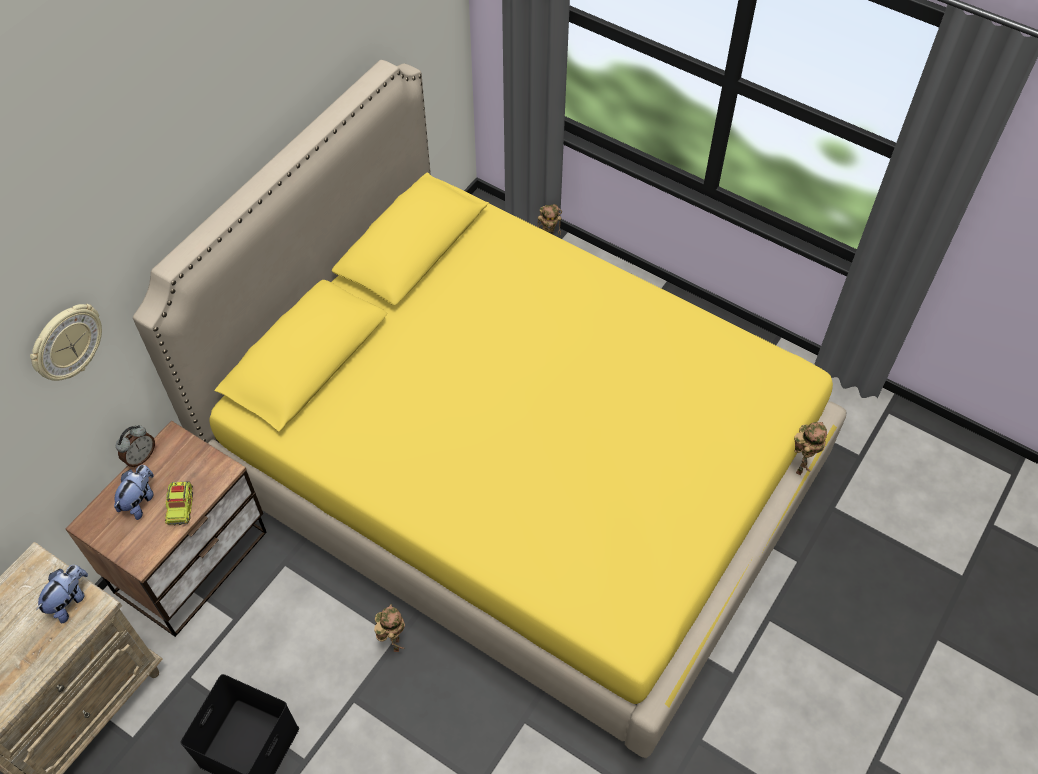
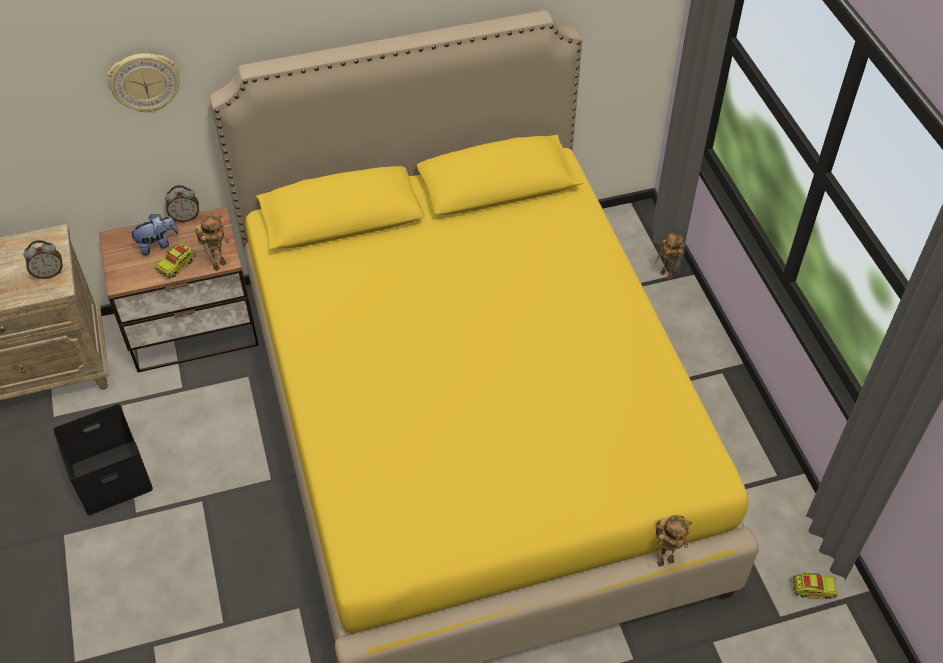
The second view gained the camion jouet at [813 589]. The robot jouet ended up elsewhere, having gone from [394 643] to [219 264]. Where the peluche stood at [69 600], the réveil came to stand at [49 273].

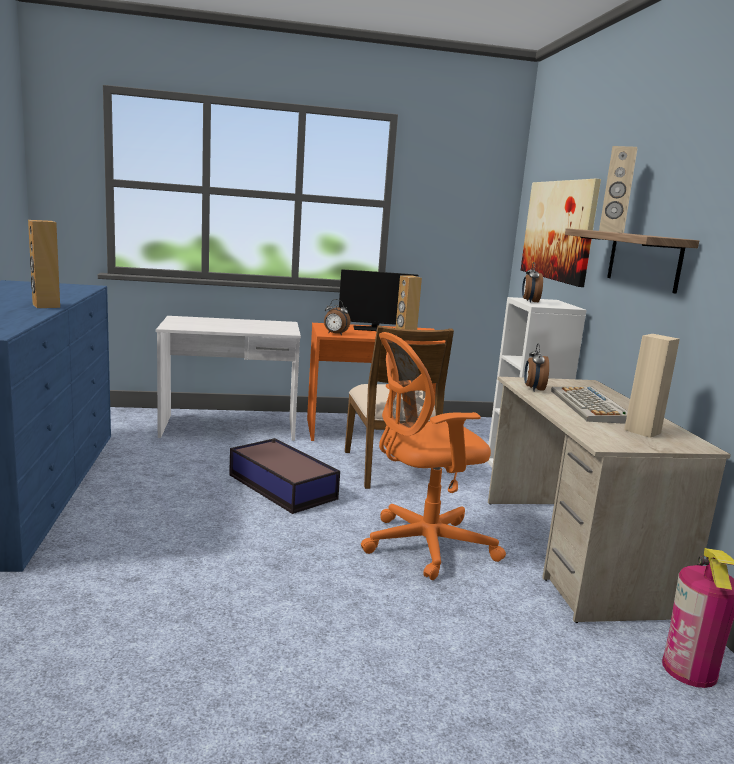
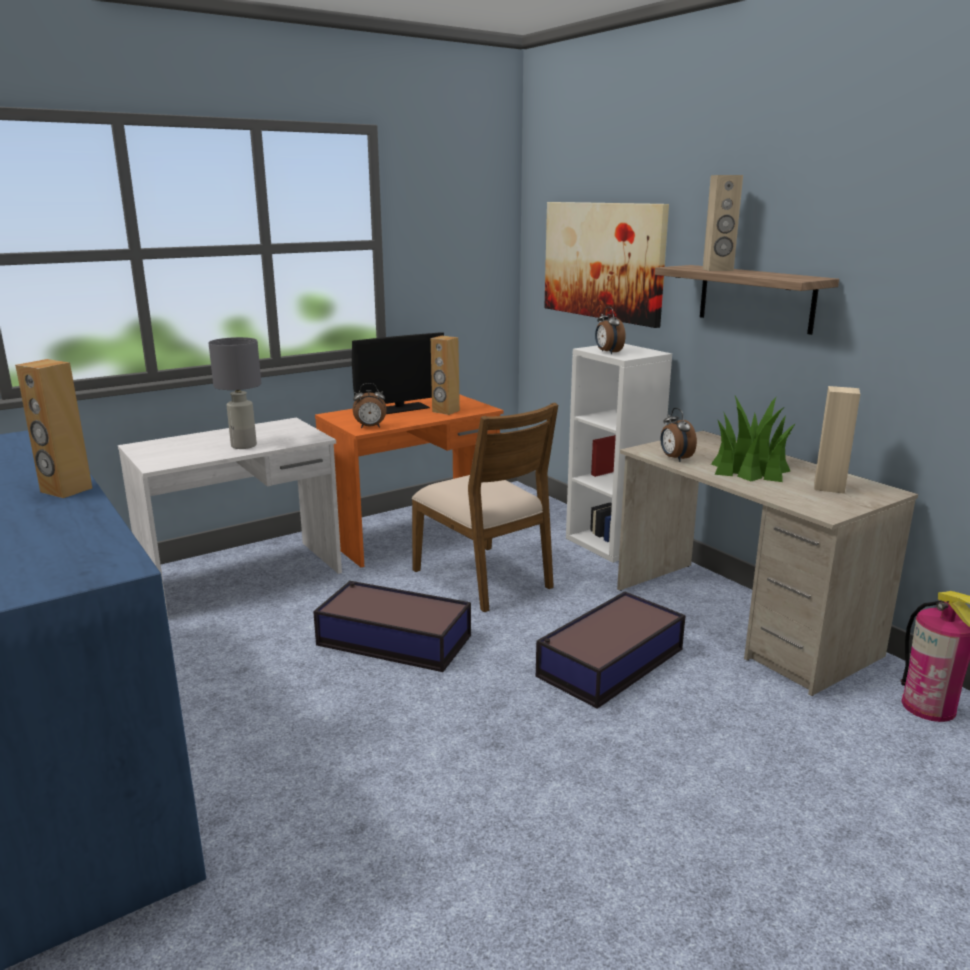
The second view gained the lampe de table [gris] at [243 446]. Where the chaise de bureau [orange] stood at [422 545], the boîte de rangement came to stand at [609 663]. Where the clavier stood at [590 406], the plante en pot came to stand at [750 468].

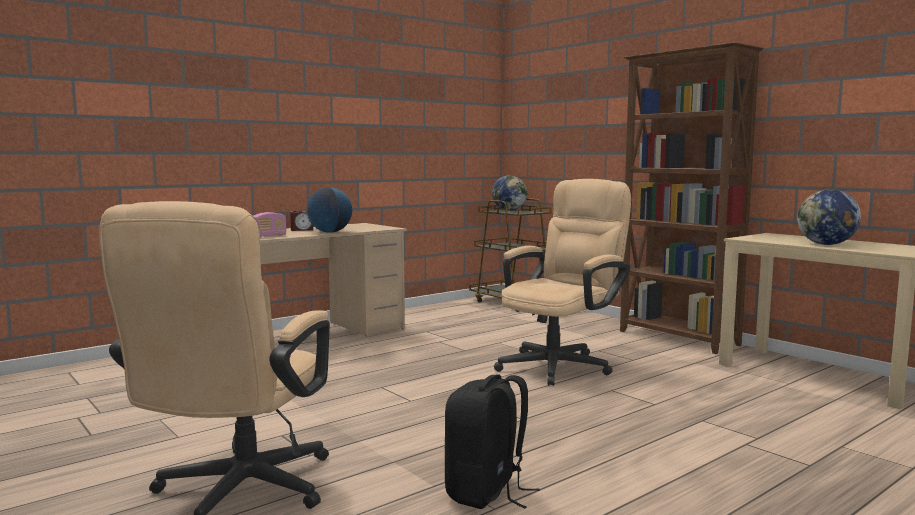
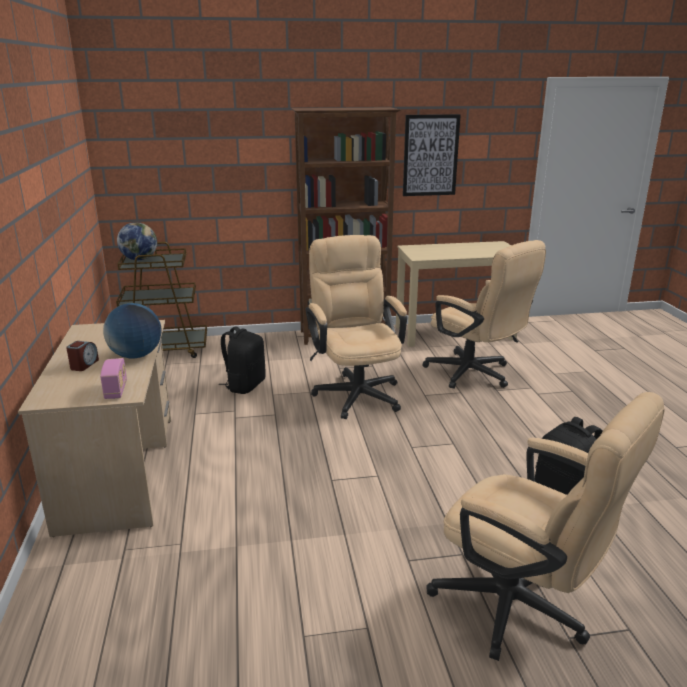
The second view lost the globe at [826 244]. The second view gained the sac à dos [noir] at [245 385]. The second view gained the tableau at [430 155]. The second view gained the chaise de bureau [beige] at [475 375].

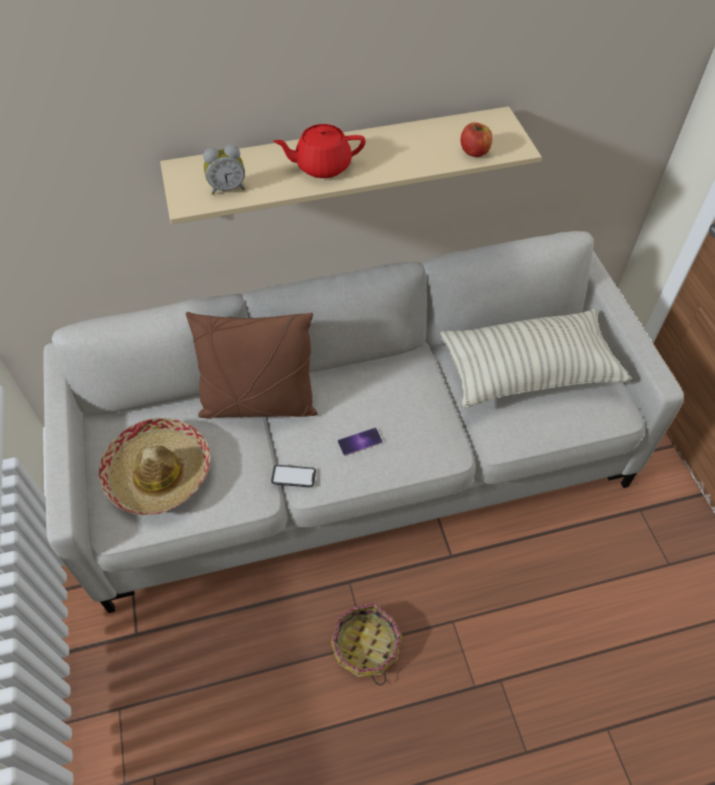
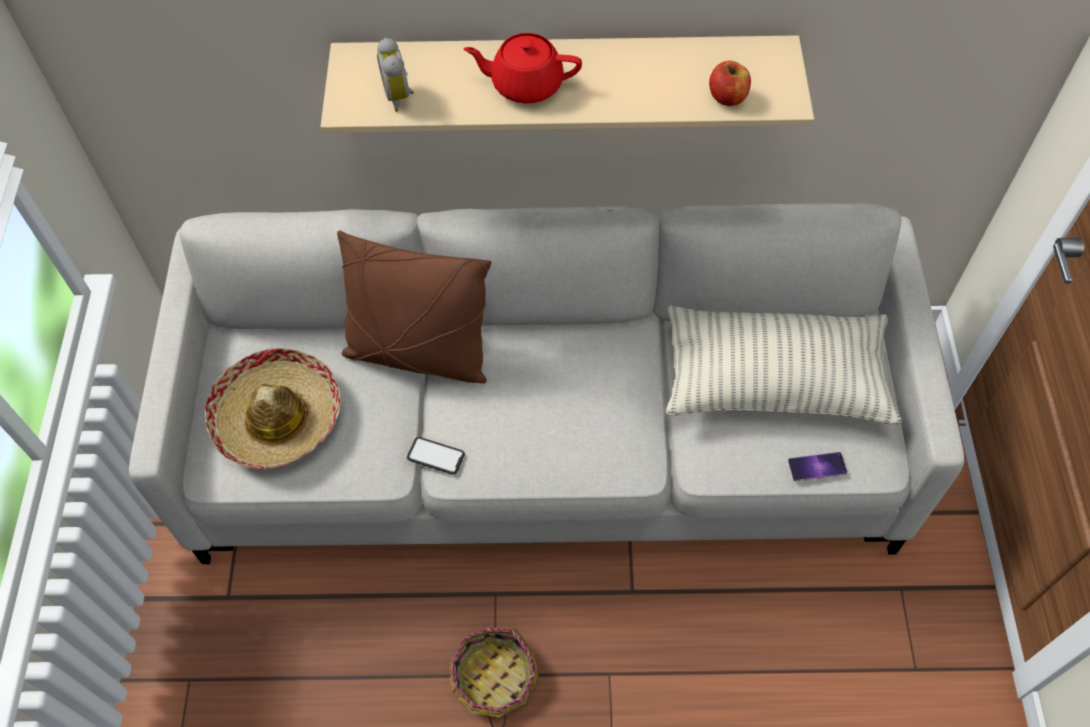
The téléphone ended up elsewhere, having gone from [360 441] to [817 466]. The réveil at [227 188] ended up facing another way, 75 degrees clockwise from before.

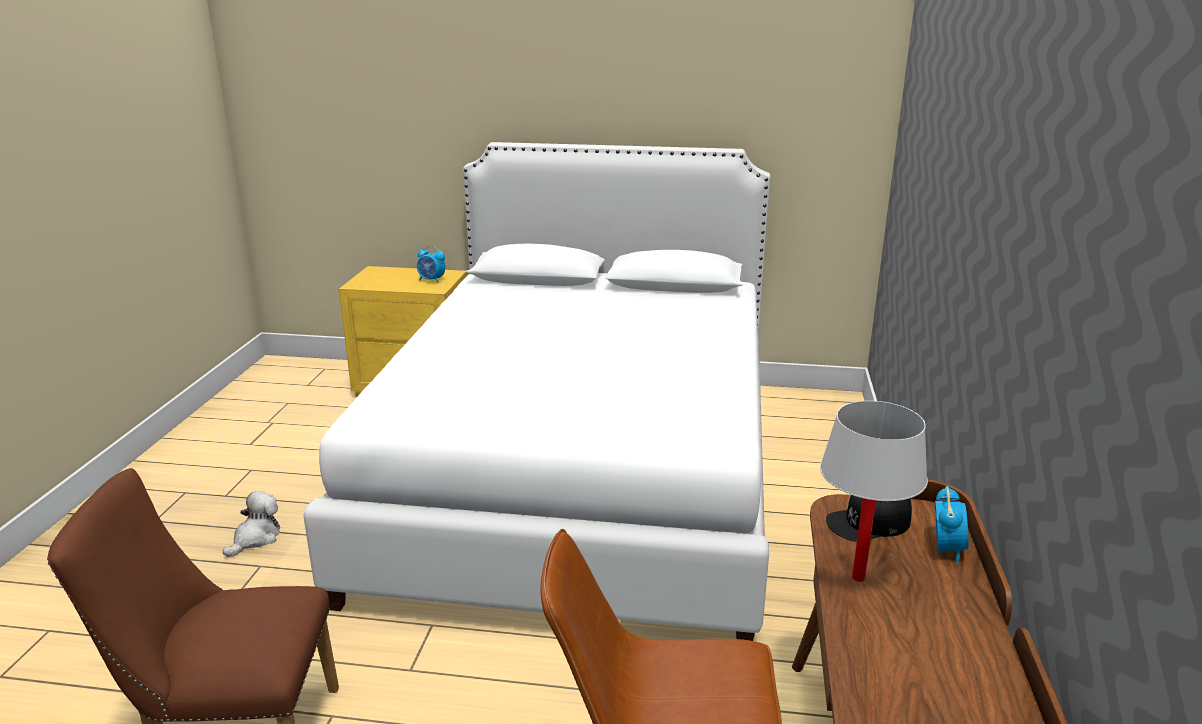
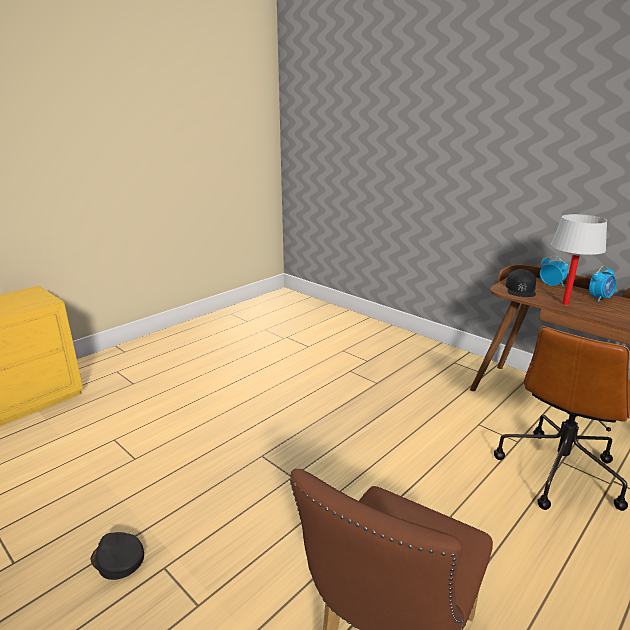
The second view lost the lit [blanc] at [582 477]. The réveil ended up elsewhere, having gone from [431 280] to [599 298]. Where the peluche stood at [256 538], the casquette [noir] came to stand at [118 559].

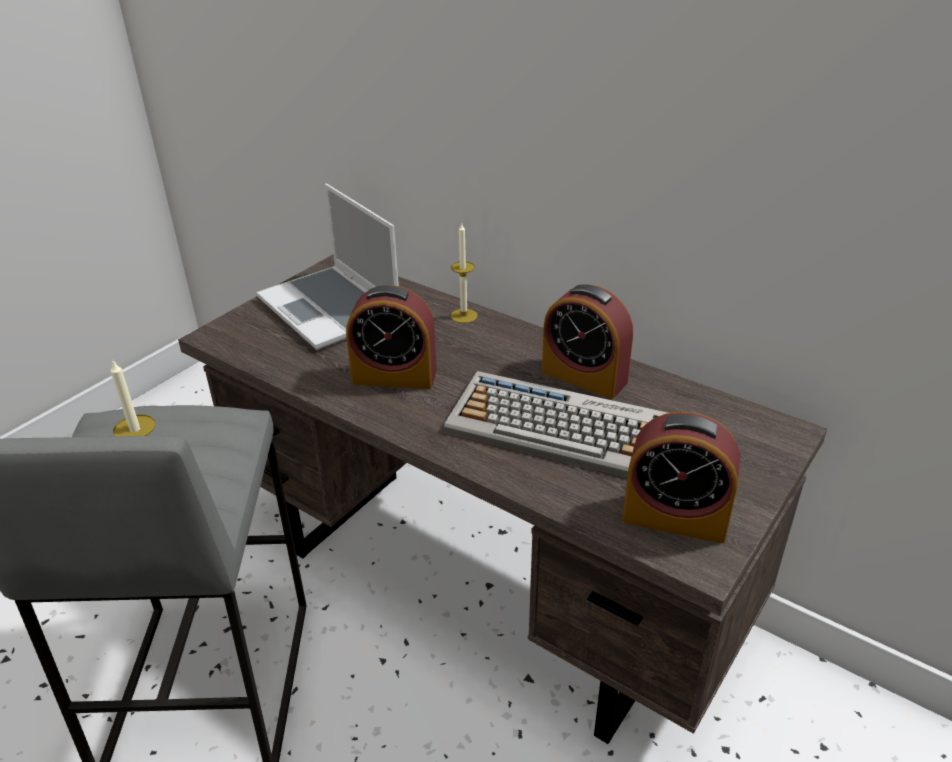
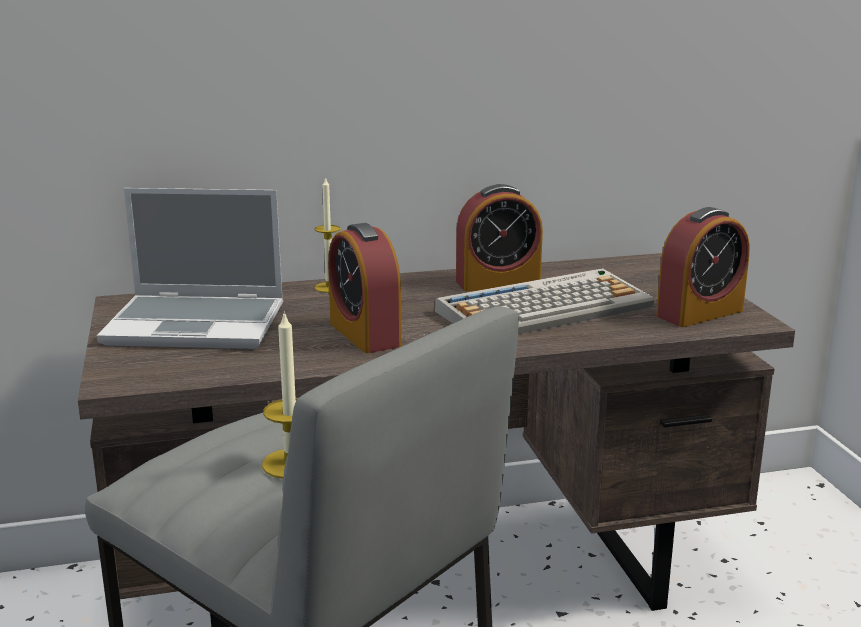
The réveil at [394 376] ended up facing another way, 105 degrees clockwise from before.

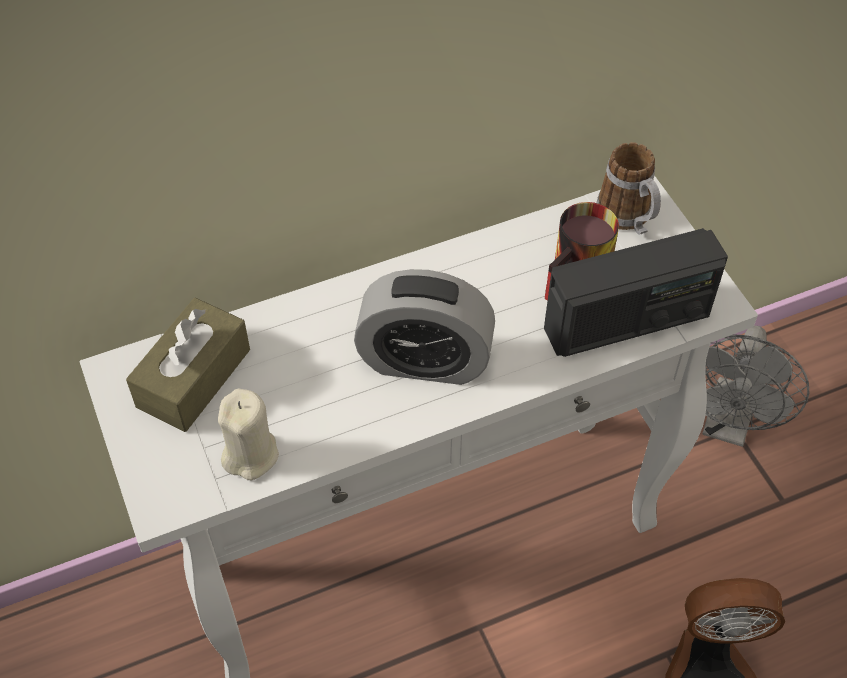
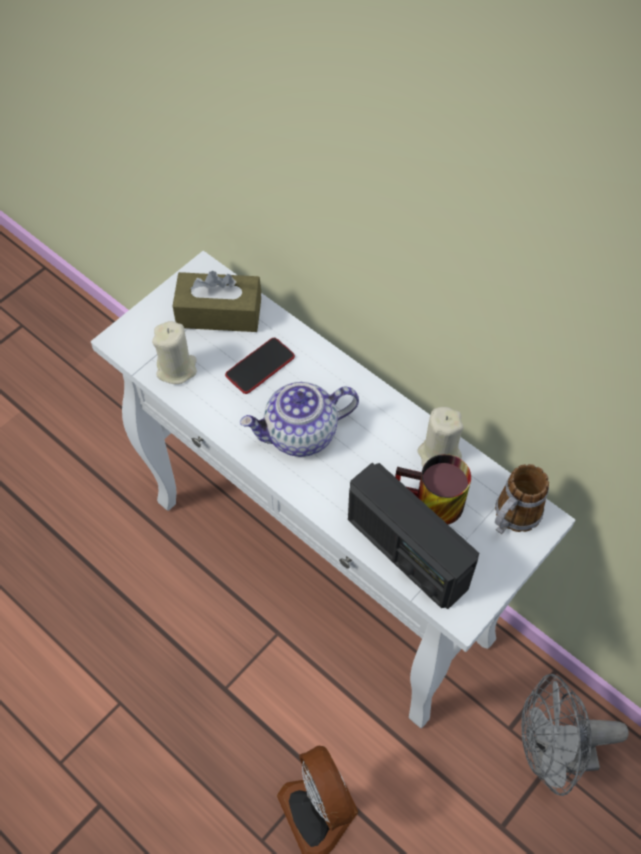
The second view gained the téléphone at [260 366]. The second view gained the bougie [beige] at [439 454]. Where the réveil stood at [424 361], the théière came to stand at [300 434].

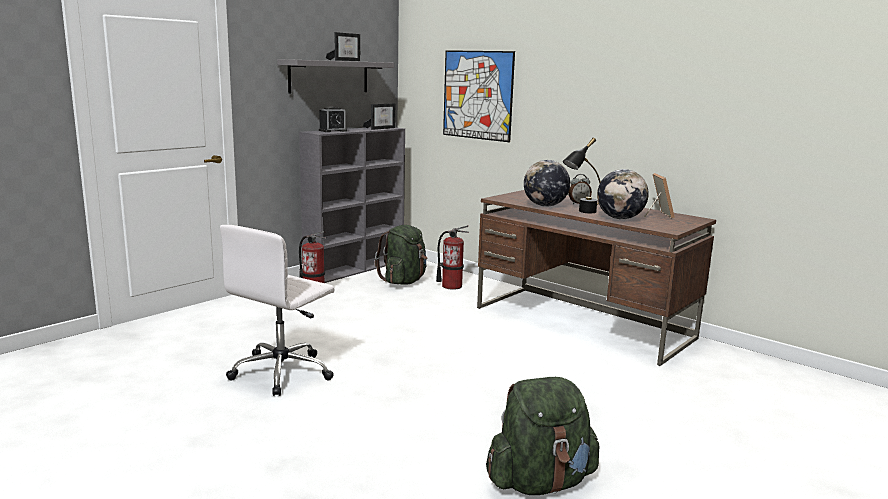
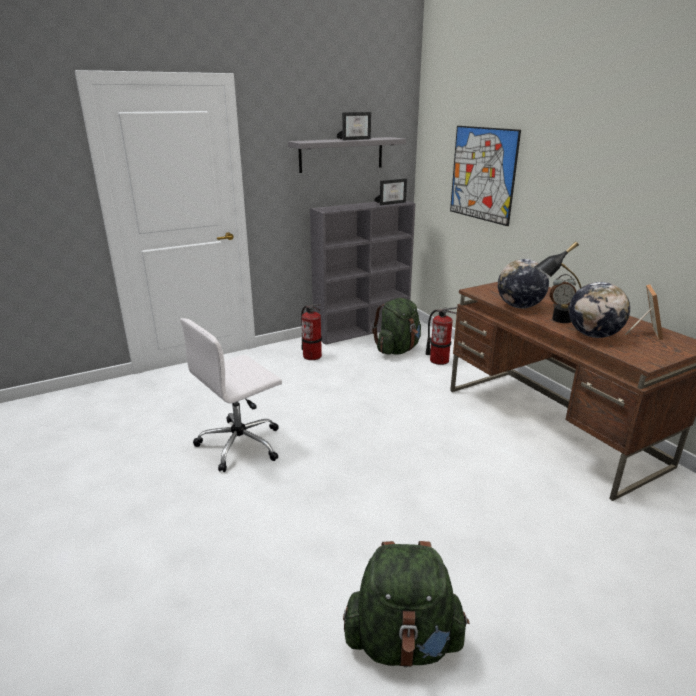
The second view lost the réveil at [332 131].

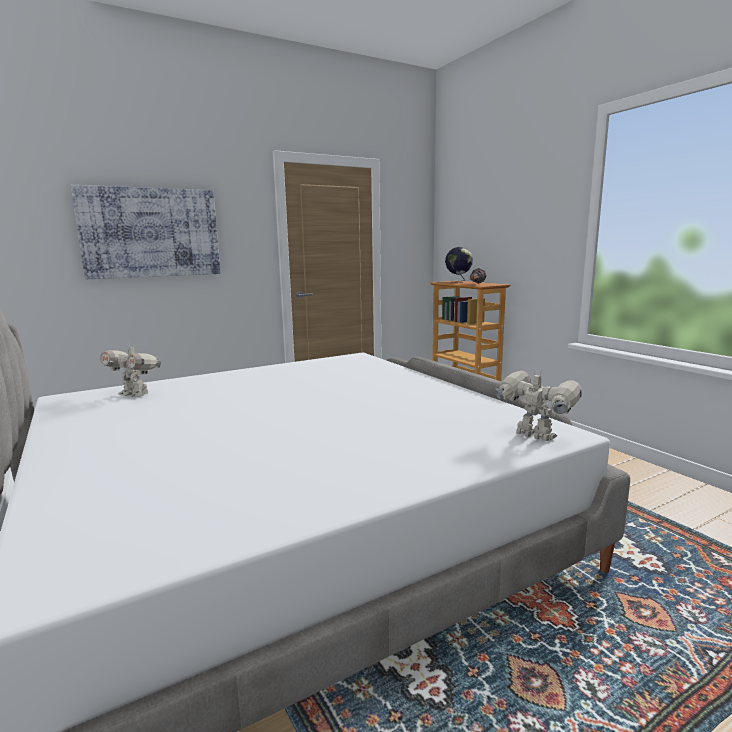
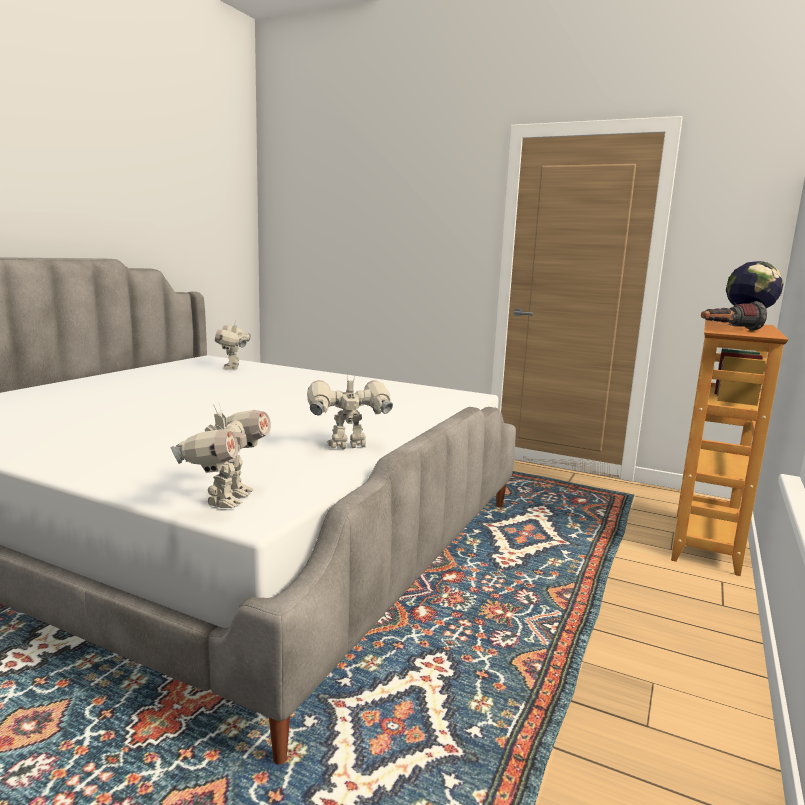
The second view lost the tableau at [150 233]. The second view gained the robot jouet at [348 447].

